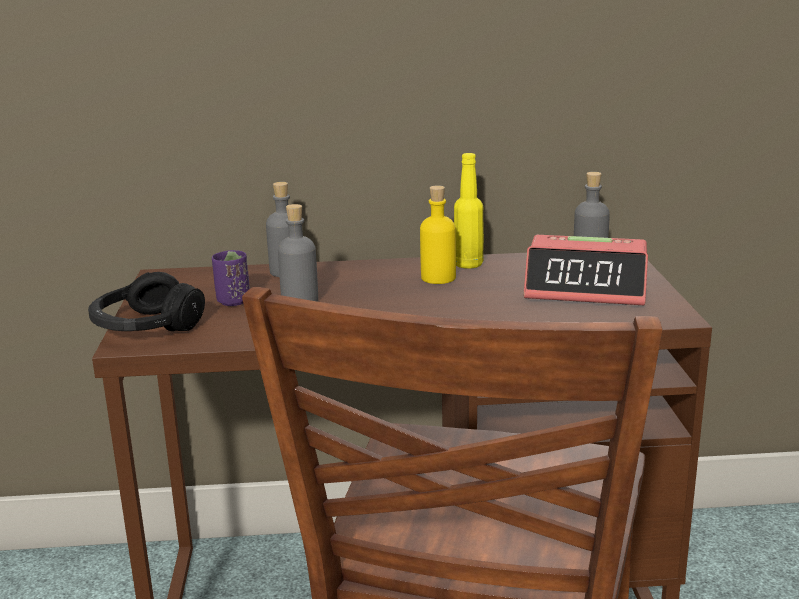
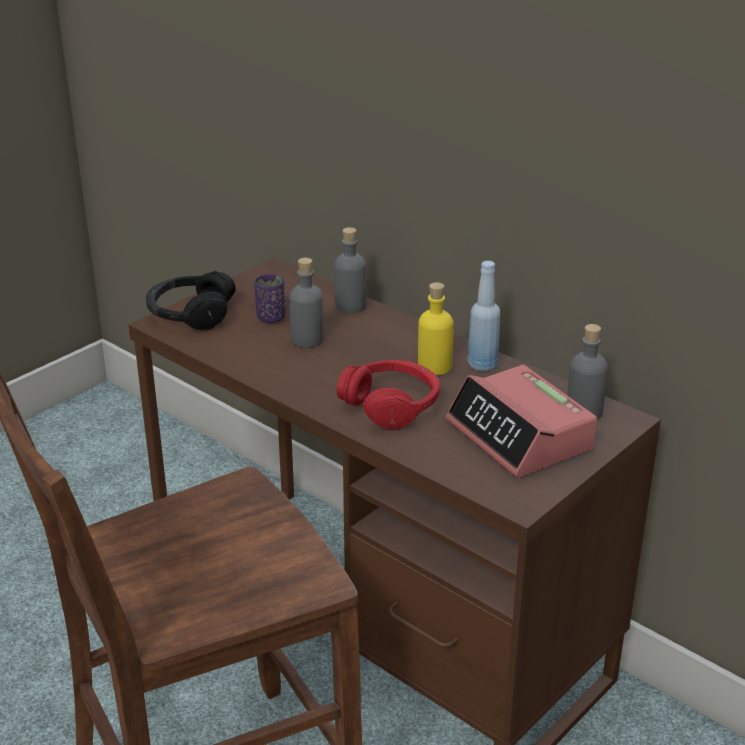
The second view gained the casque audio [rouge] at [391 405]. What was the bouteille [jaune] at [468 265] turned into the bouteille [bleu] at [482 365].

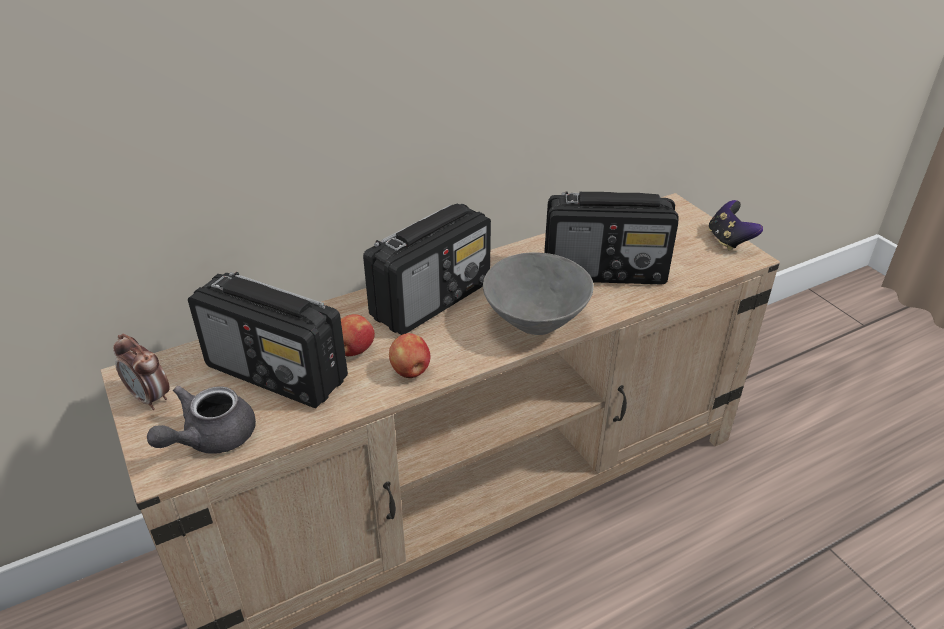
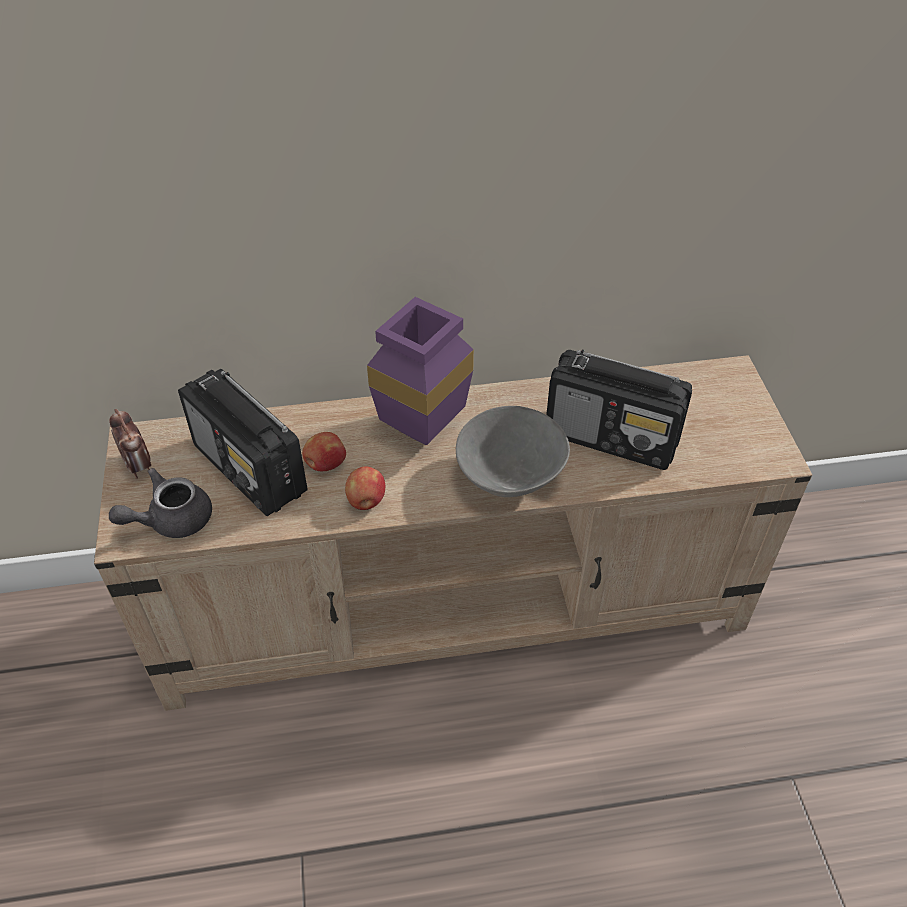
The second view lost the manette at [729 241]. Where the radio stood at [432 299], the vase [violet] came to stand at [423 427].

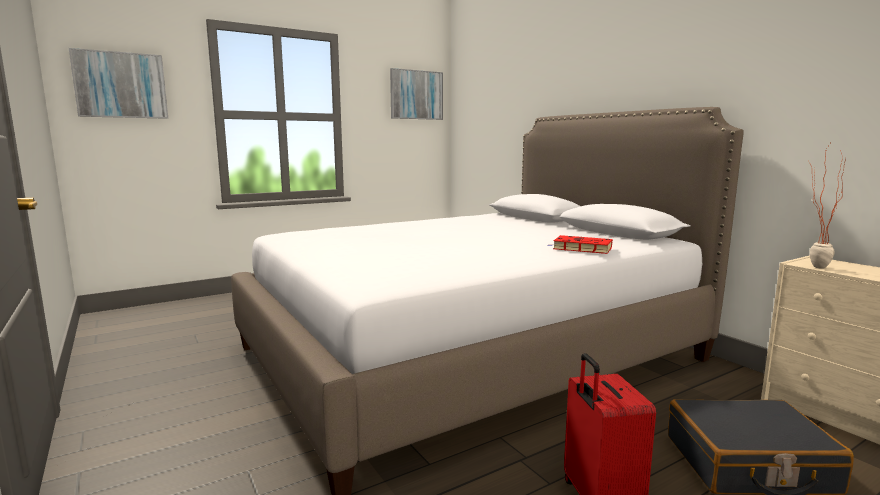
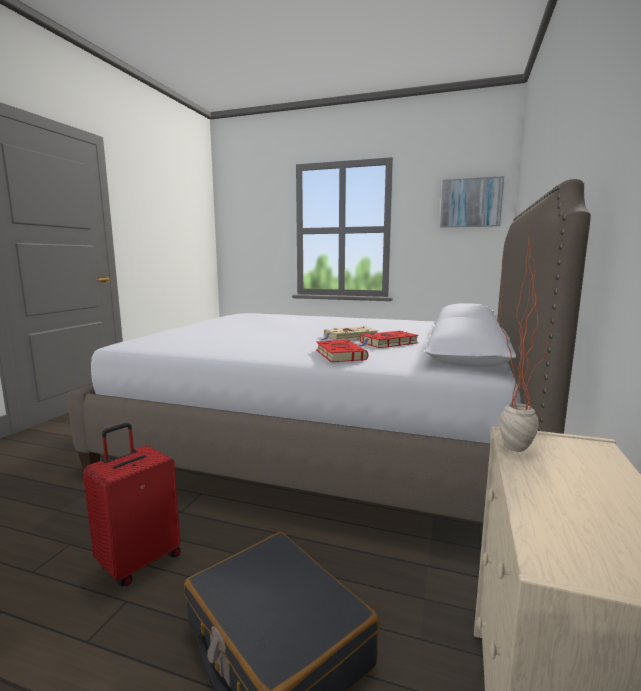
The second view lost the tableau at [121 85]. The second view gained the livre [beige] at [349 337]. The second view gained the livre [rouge] at [387 343].

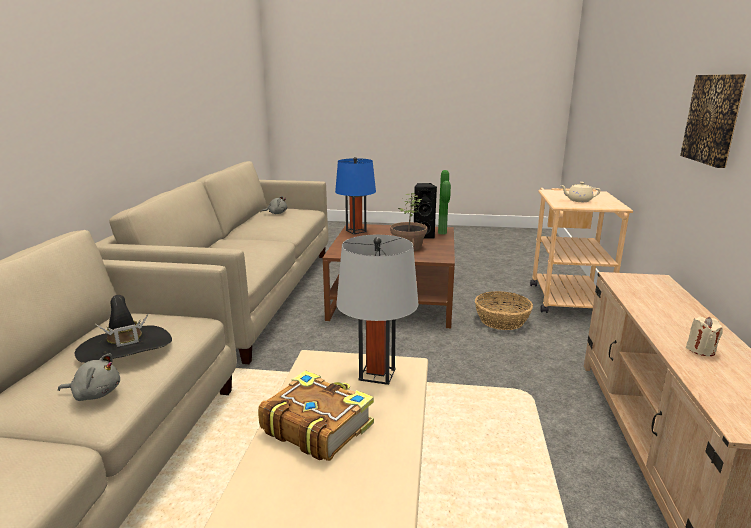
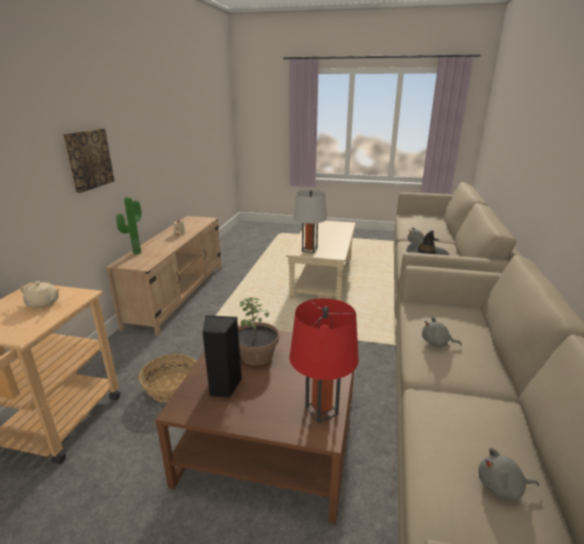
The second view lost the livre at [316 426]. The second view gained the peluche [gris] at [437 343]. The plante en pot ended up elsewhere, having gone from [444 233] to [135 253]. What was the lampe de table [bleu] at [356 231] turned into the lampe de table [rouge] at [321 410].

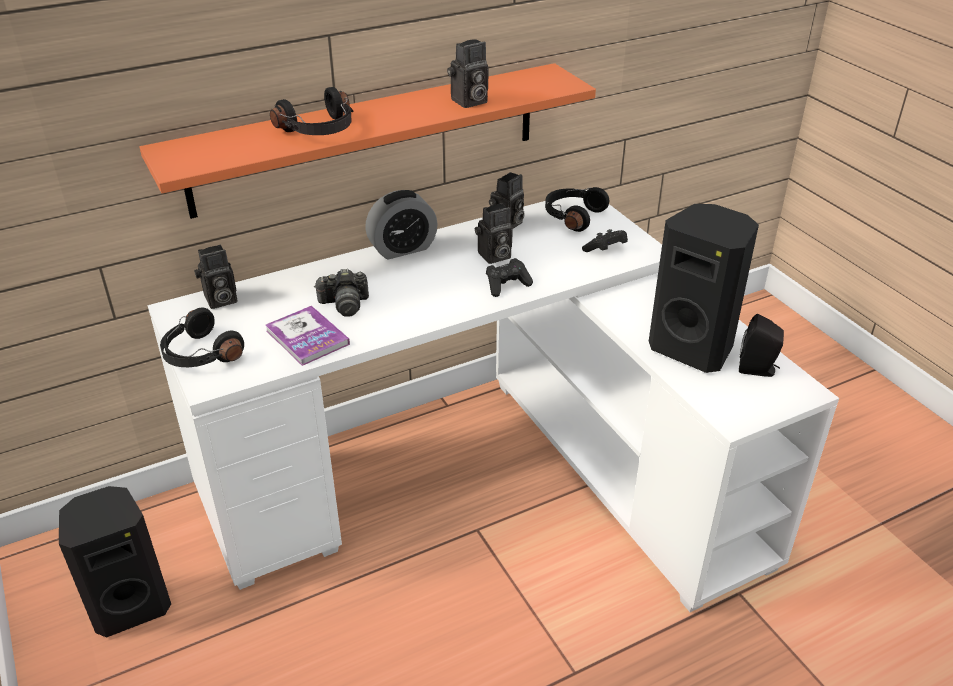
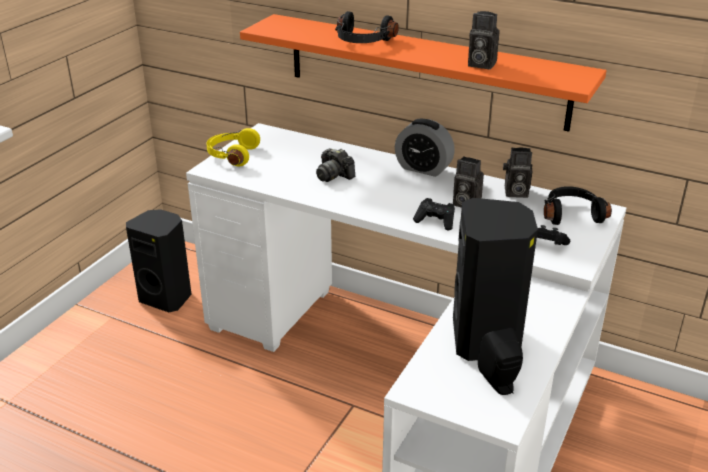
The second view lost the appareil photo at [219 300]. The second view lost the livre at [307 337]. What was the casque audio [noir] at [200 354] turned into the casque audio [jaune] at [232 155].

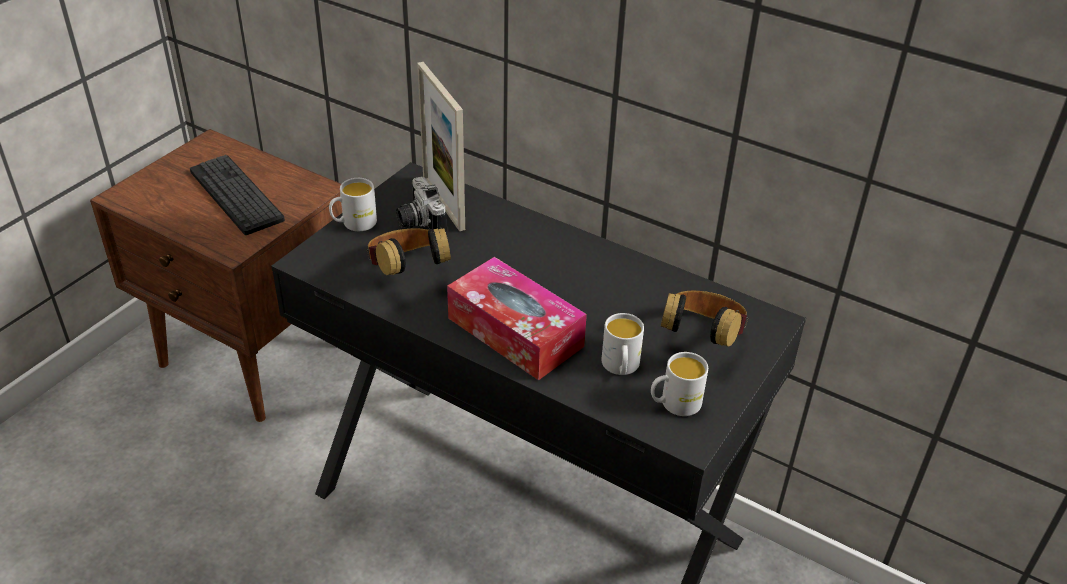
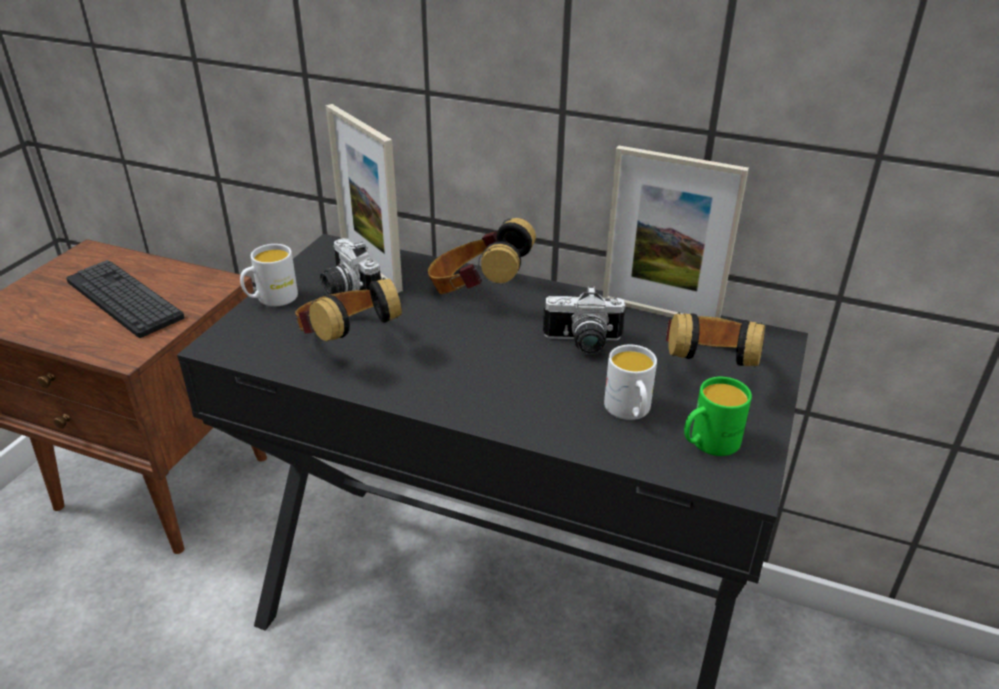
The second view lost the boîte à mouchoirs at [515 332]. The second view gained the casque audio at [477 291]. The second view gained the appareil photo at [582 344]. The second view gained the cadre photo at [659 312]. What was the mug [blanc] at [674 404] turned into the mug [vert] at [708 443].

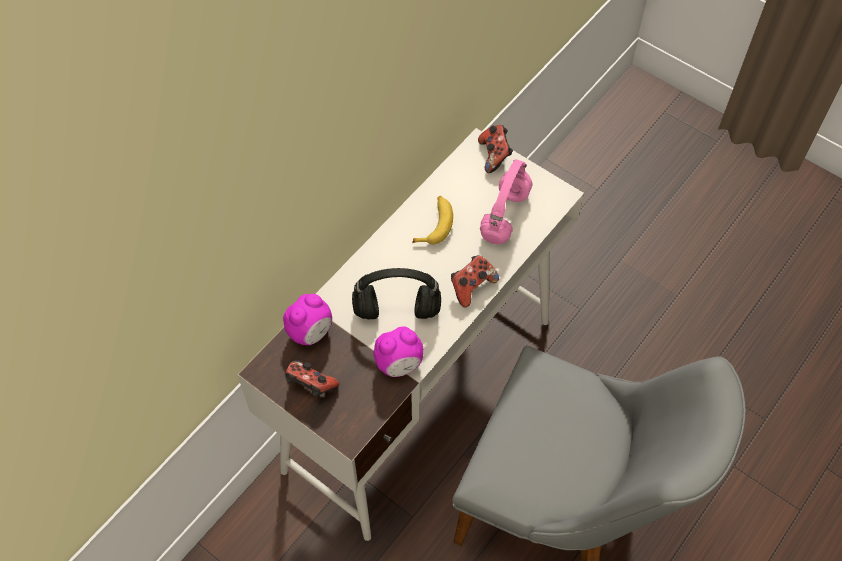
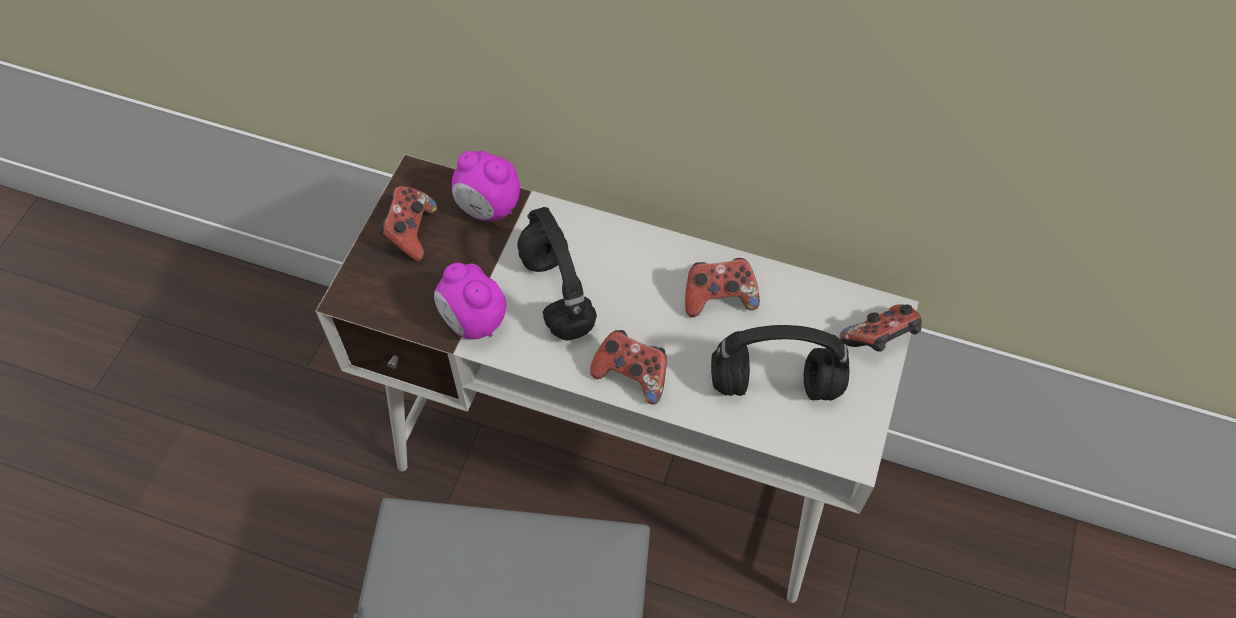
Where the banane stood at [435 224], the manette came to stand at [718 297]. What was the casque audio [rose] at [504 214] turned into the casque audio [noir] at [777 383].

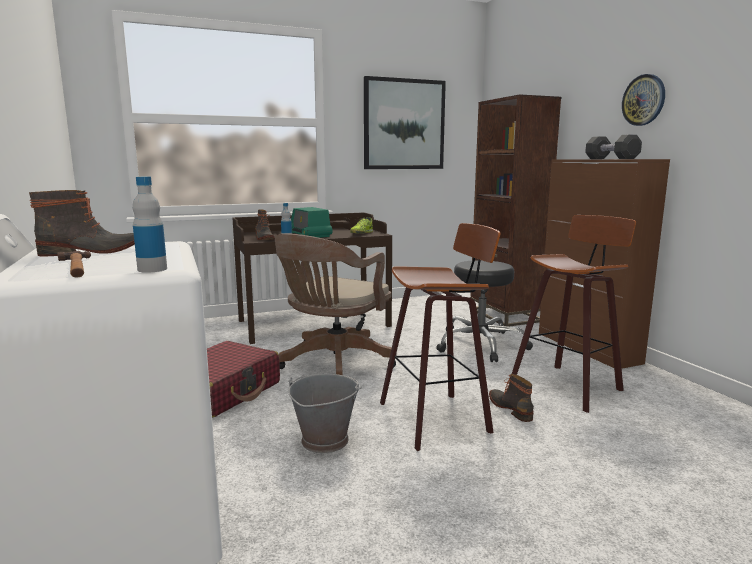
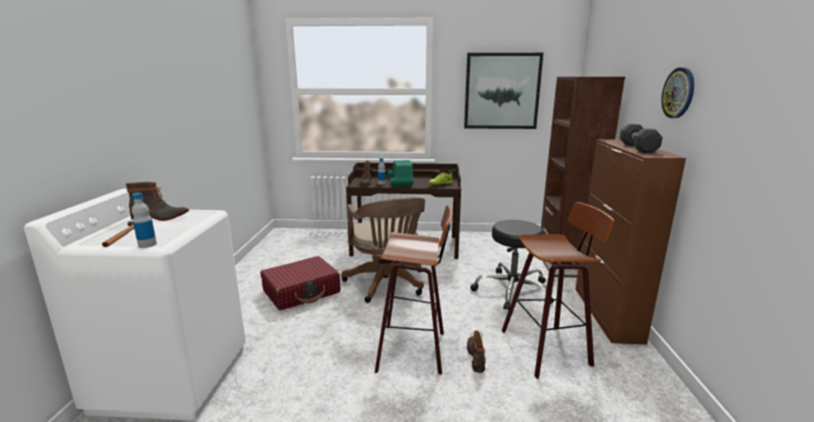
The second view lost the seau [gris] at [324 440]. The chaise de bureau [marron] at [333 363] ended up facing another way, 75 degrees counterclockwise from before.

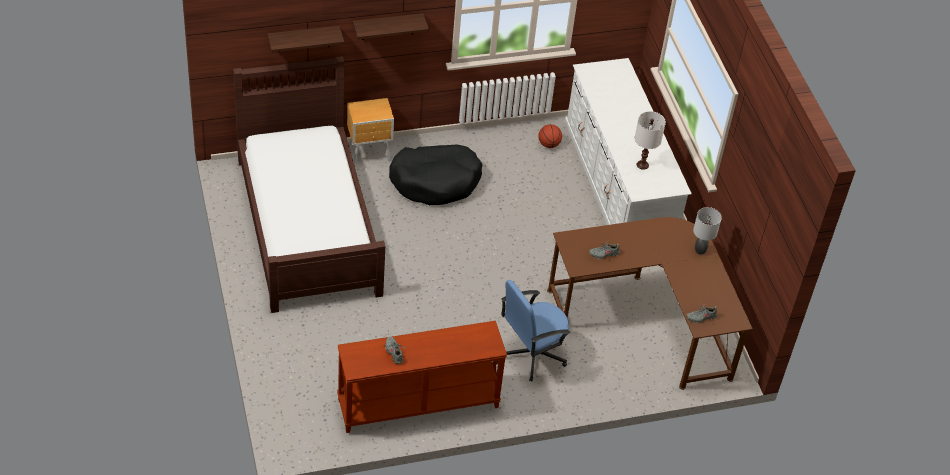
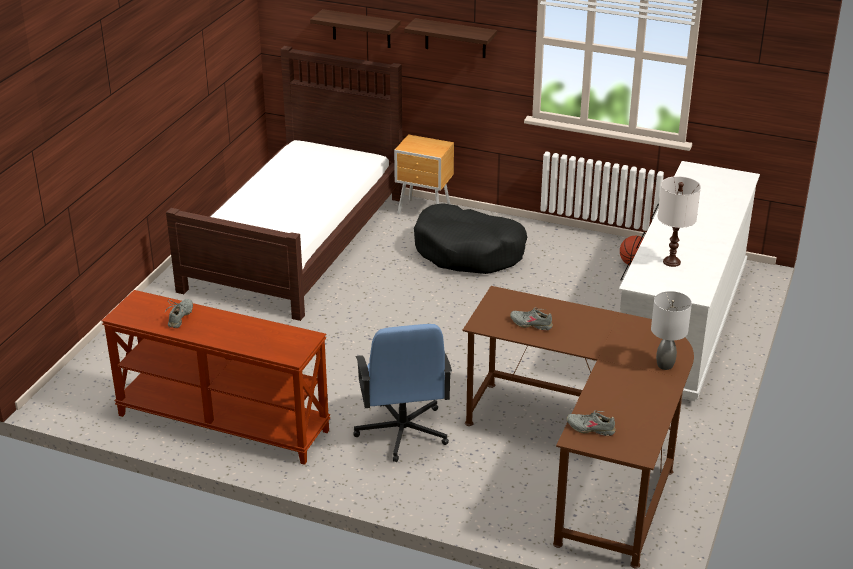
The chaise de bureau [bleu] at [531 354] ended up facing another way, 105 degrees counterclockwise from before.

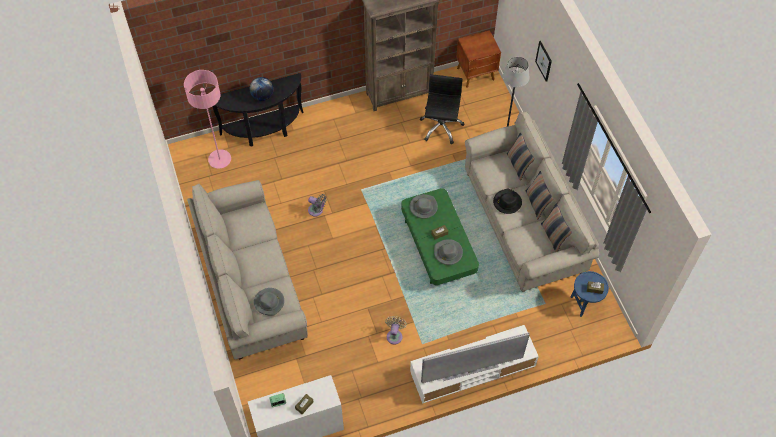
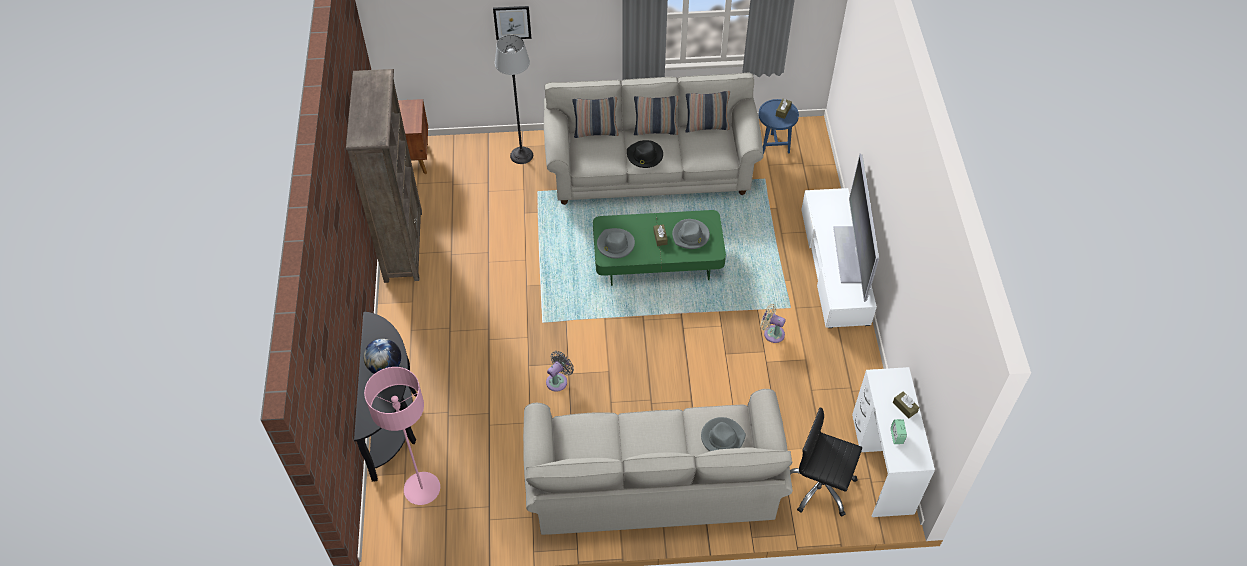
The chaise de bureau [noir] ended up elsewhere, having gone from [441 127] to [820 486].

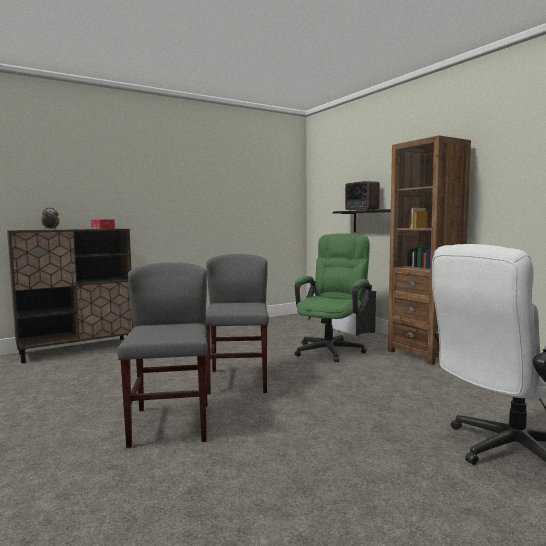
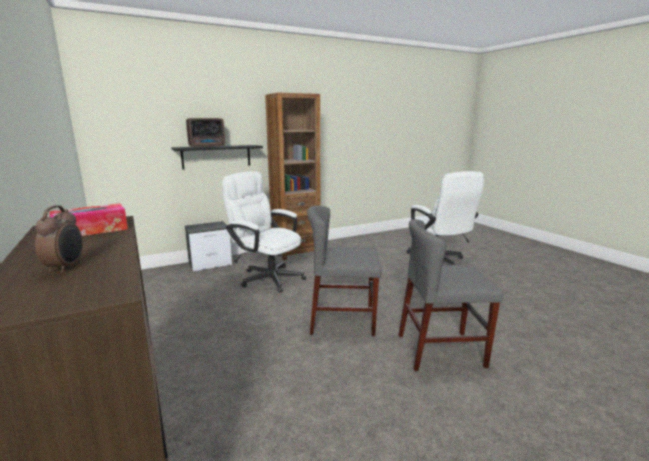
What was the chaise de bureau [vert] at [332 349] turned into the chaise de bureau [blanc] at [267 277].

